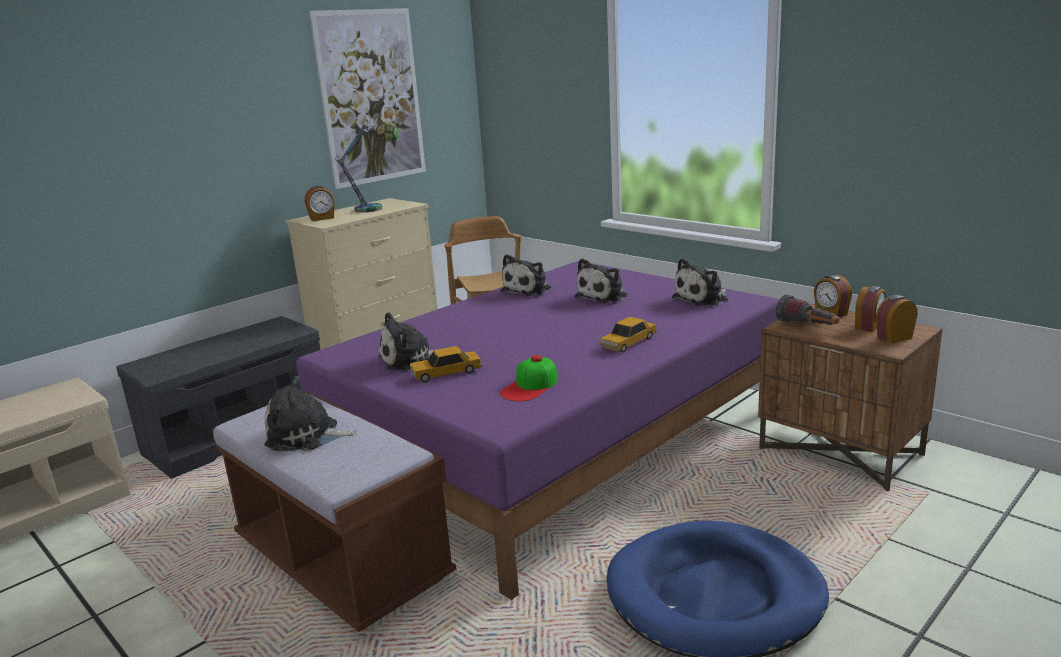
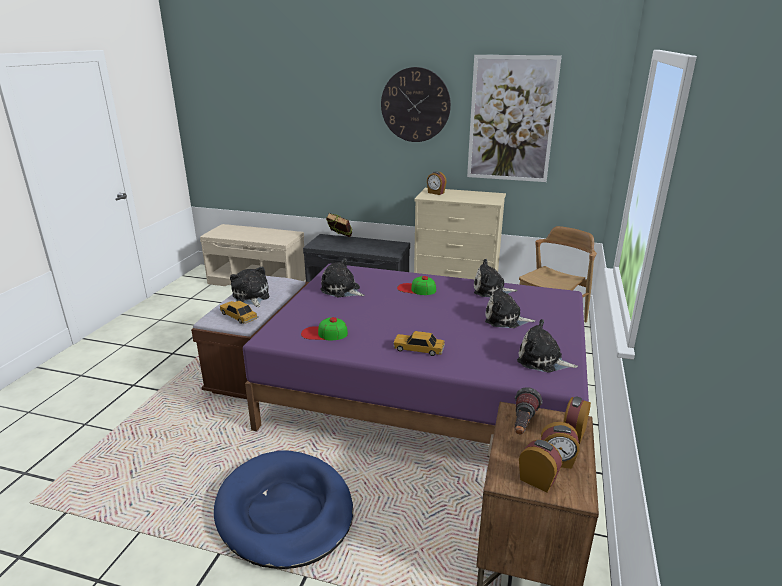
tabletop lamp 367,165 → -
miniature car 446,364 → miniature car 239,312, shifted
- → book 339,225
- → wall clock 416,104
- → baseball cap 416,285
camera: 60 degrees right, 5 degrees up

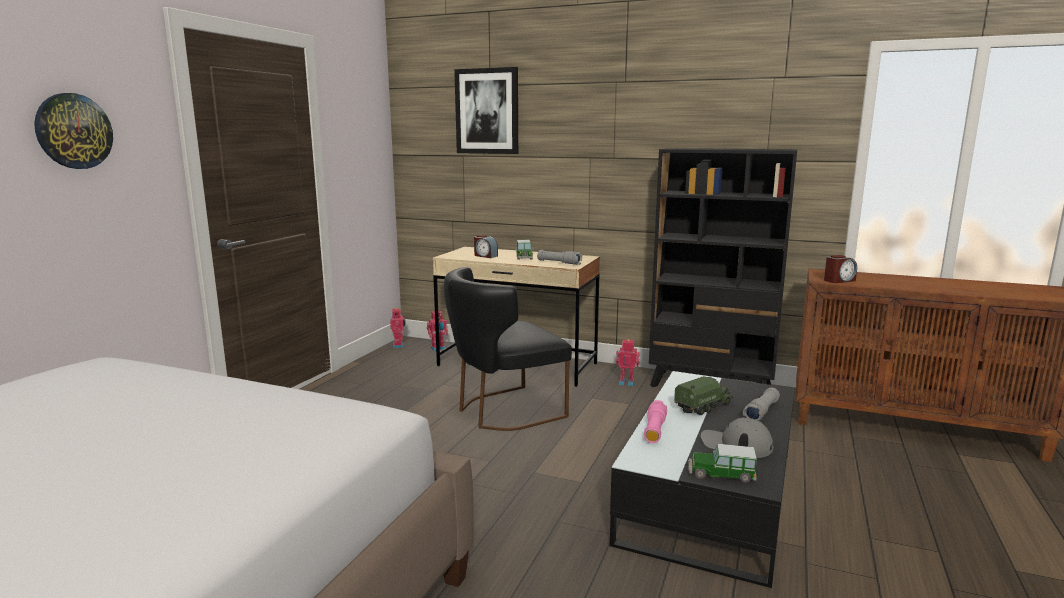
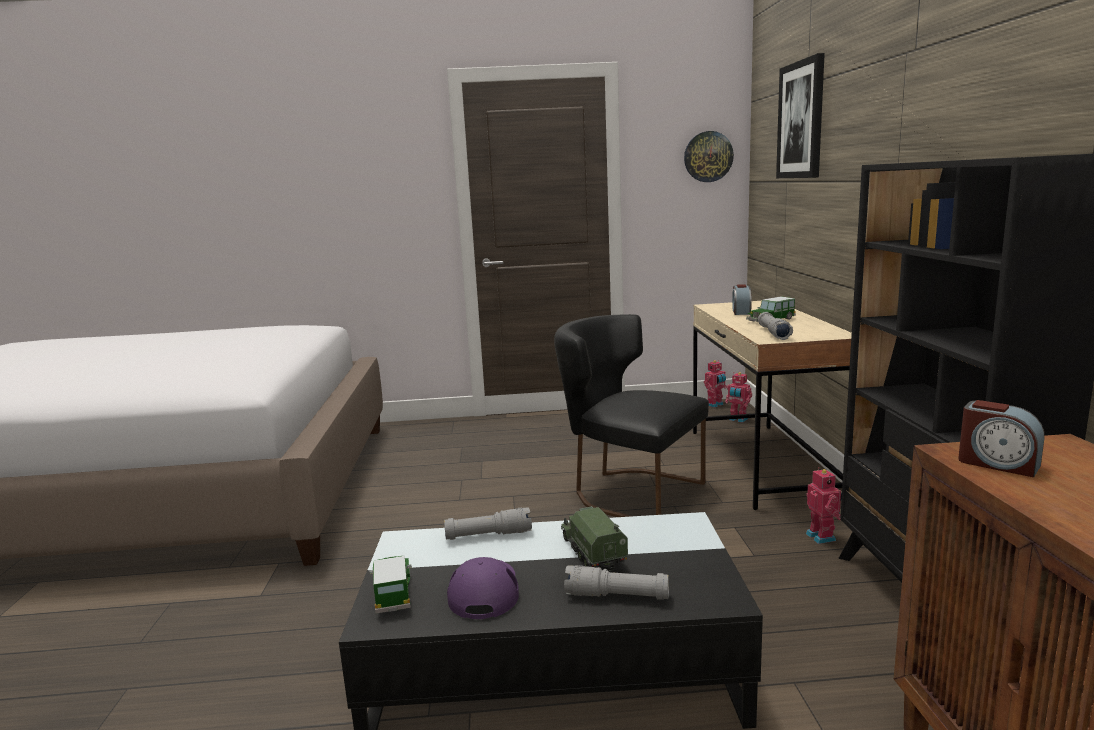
wall clock 73,131 → wall clock 709,156, shifted
hand torch/pinkish 655,421 → hand torch/gray 488,523
model truck 703,395 → model truck 595,539, 135 degrees counterclockwise
baseball cap/gray 737,438 → baseball cap/purple 483,588
camera: 65 degrees right, 0 degrees up

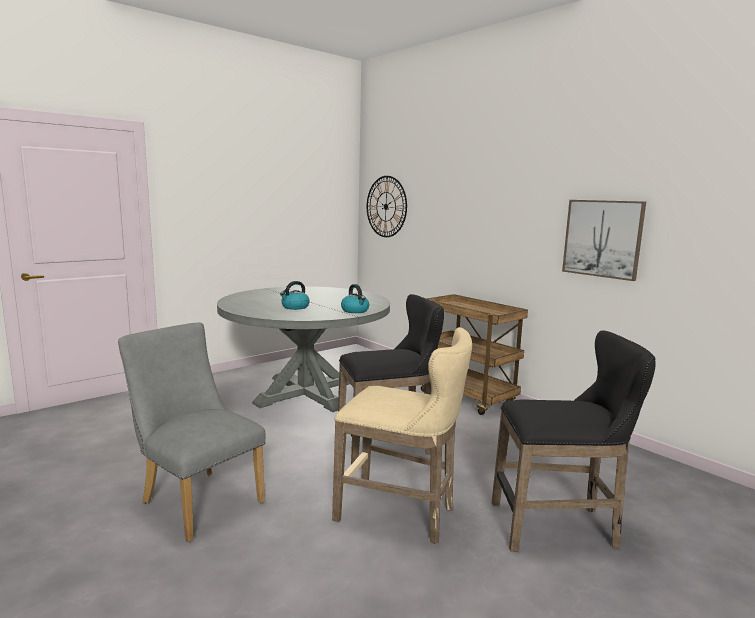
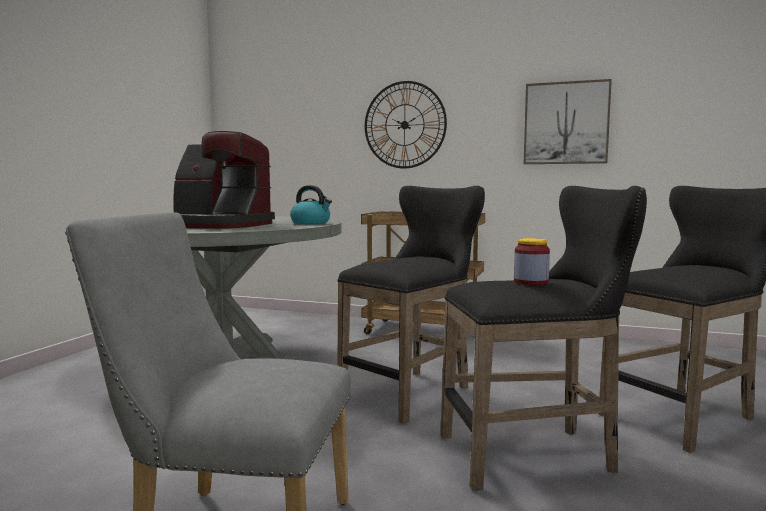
tea kettle 295,295 → coffee brewer 224,180
stool/sand-coloured 402,435 → stool/blackish 543,338
wall clock 387,206 → wall clock 406,125, shifted
- → preserve jar 532,261
camera: 30 degrees left, 5 degrees down

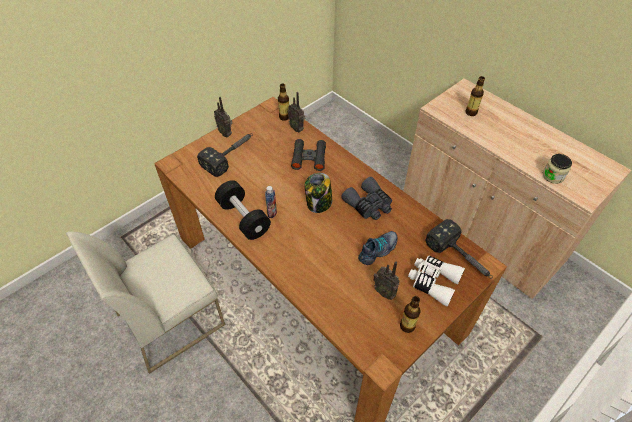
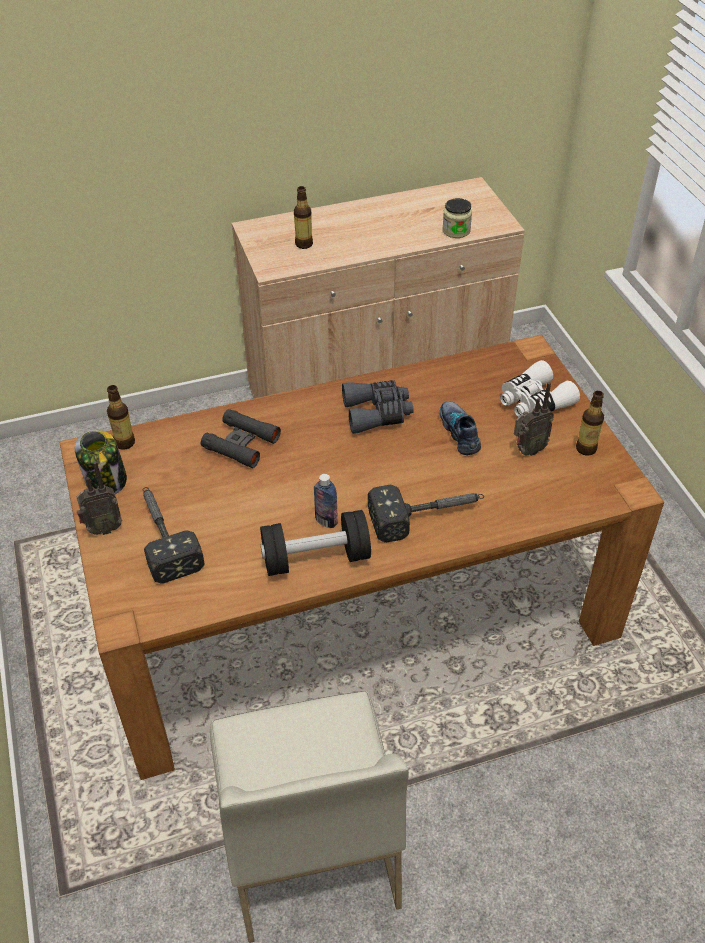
radio set 296,112 → -
preserve jar 318,193 → preserve jar 101,462, shifted
hand hammer 459,249 → hand hammer 426,514, shifted
camera: 65 degrees left, 5 degrees down

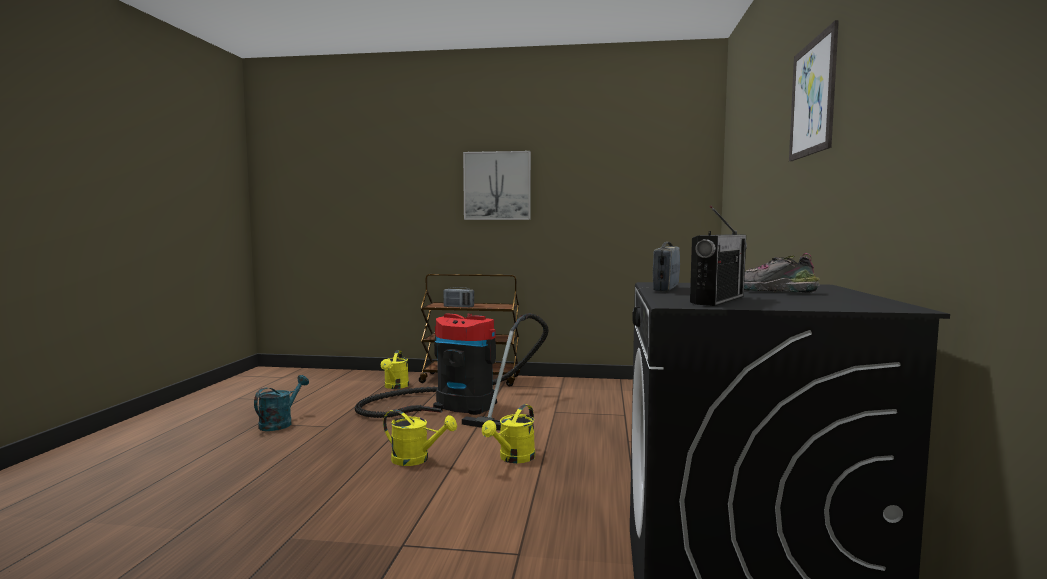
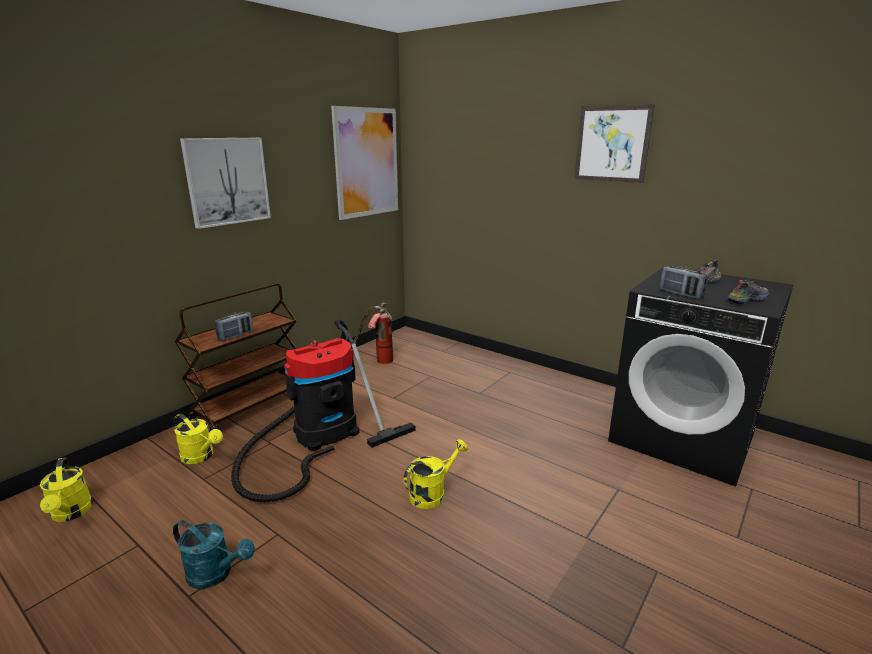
watering pot/turquoise 281,403 → watering pot/turquoise 214,554, 150 degrees clockwise
watering pot/yellowish 508,433 → watering pot/yellowish 66,489, shifted
radio set 718,256 → shoe 748,292
- → wall art 364,163
- → fire extinguisher 373,333
camera: 60 degrees left, 15 degrees up

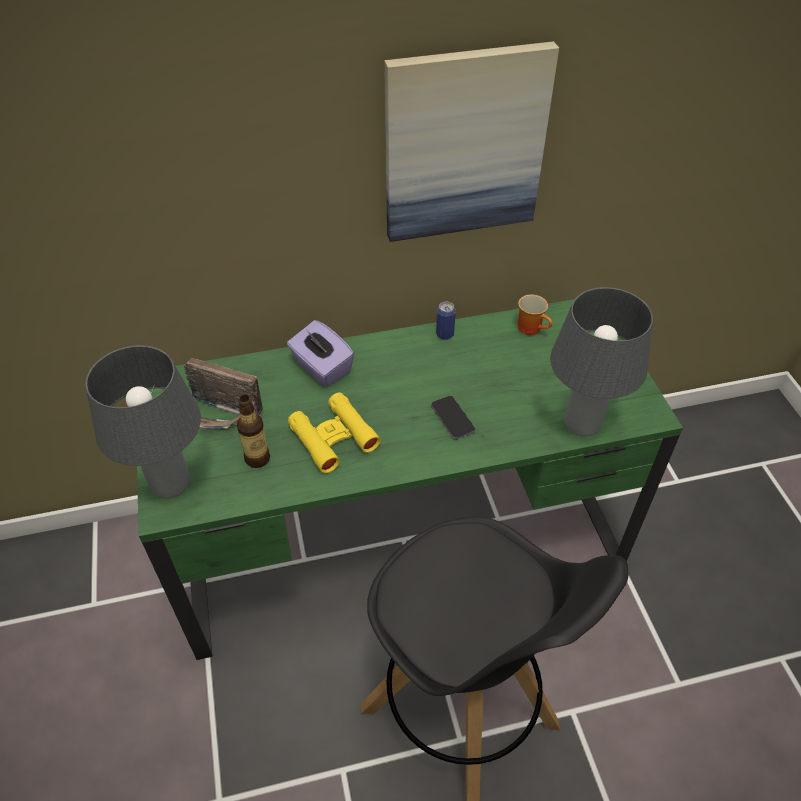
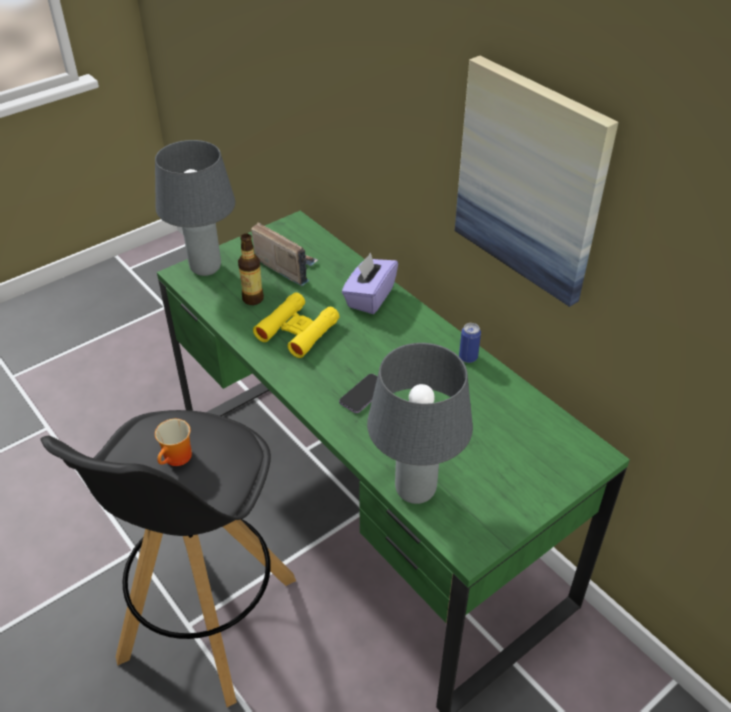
radio set 223,393 → radio set 284,254, 135 degrees clockwise
tea mug 534,314 → tea mug 173,442, shifted
camera: 65 degrees right, 5 degrees down

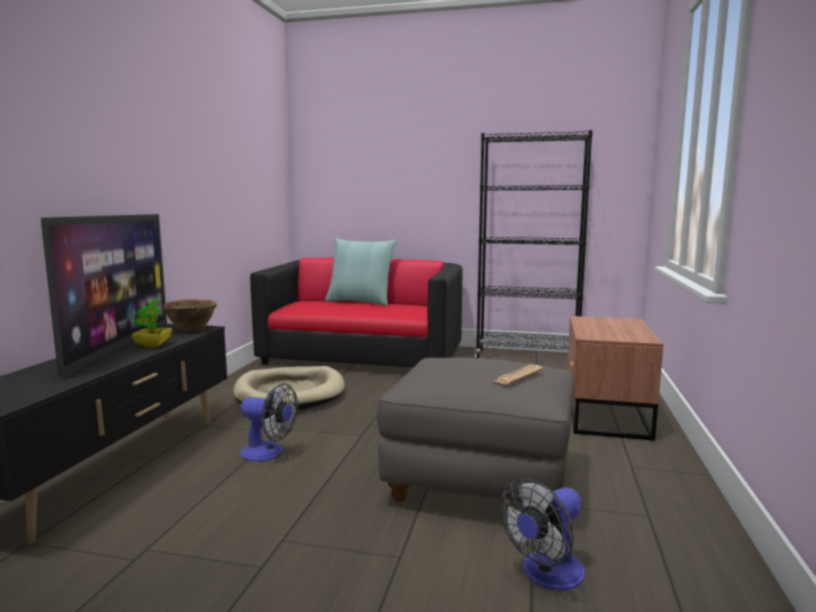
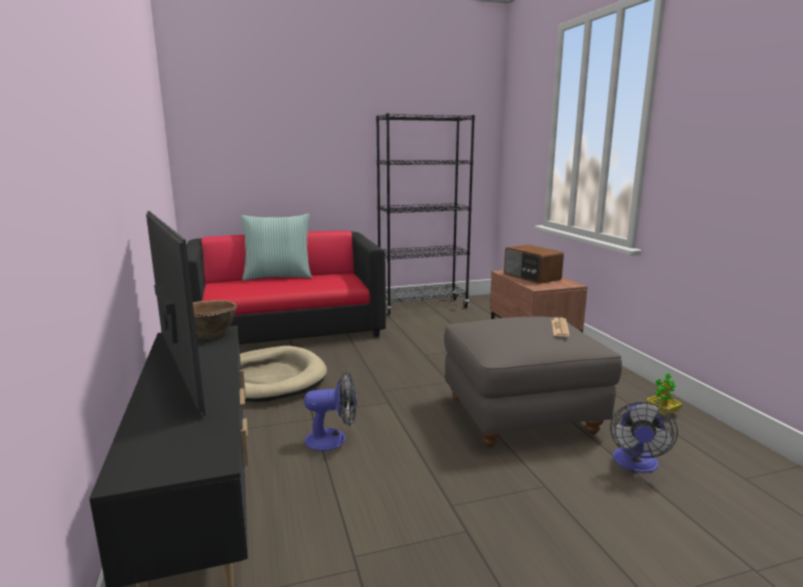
potted plant 152,322 → potted plant 664,394, shifted
- → radio set 534,264
camera: 30 degrees left, 5 degrees up

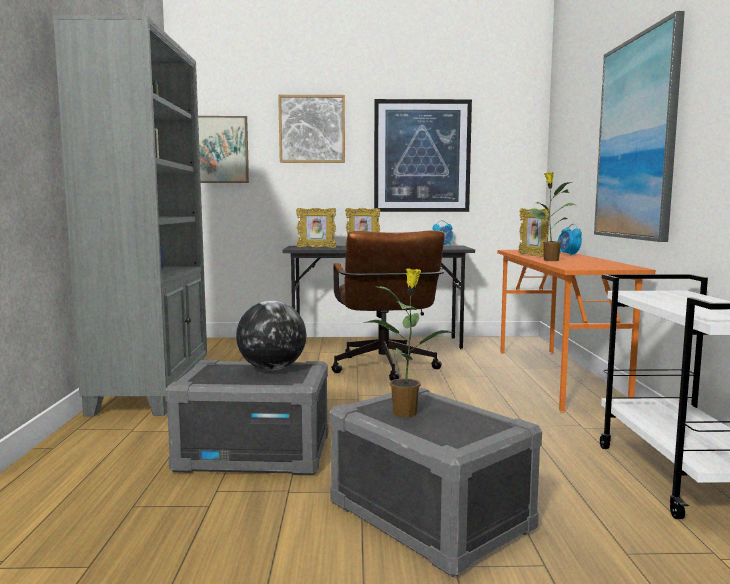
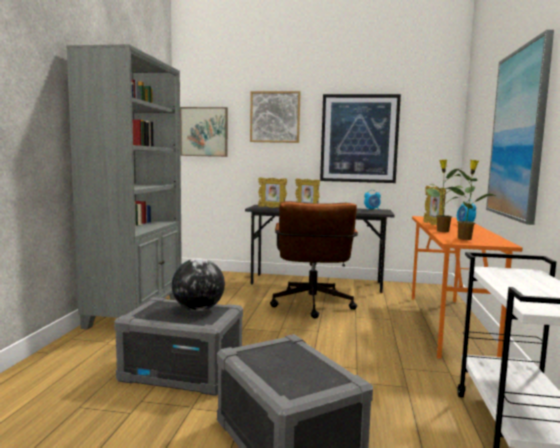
potted plant 410,342 → potted plant 470,200, shifted
camera: 10 degrees right, 0 degrees up

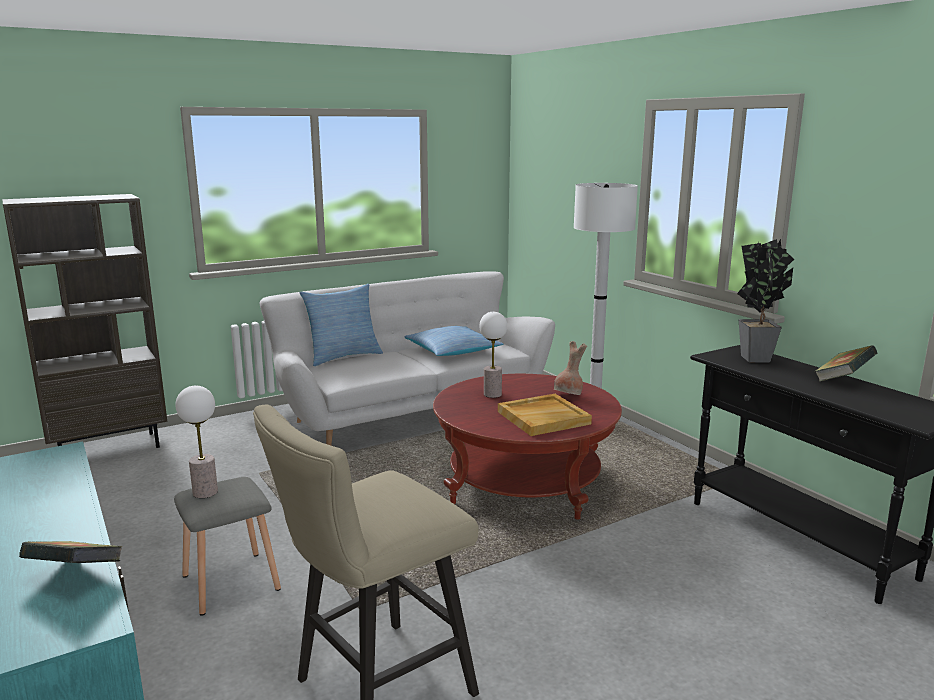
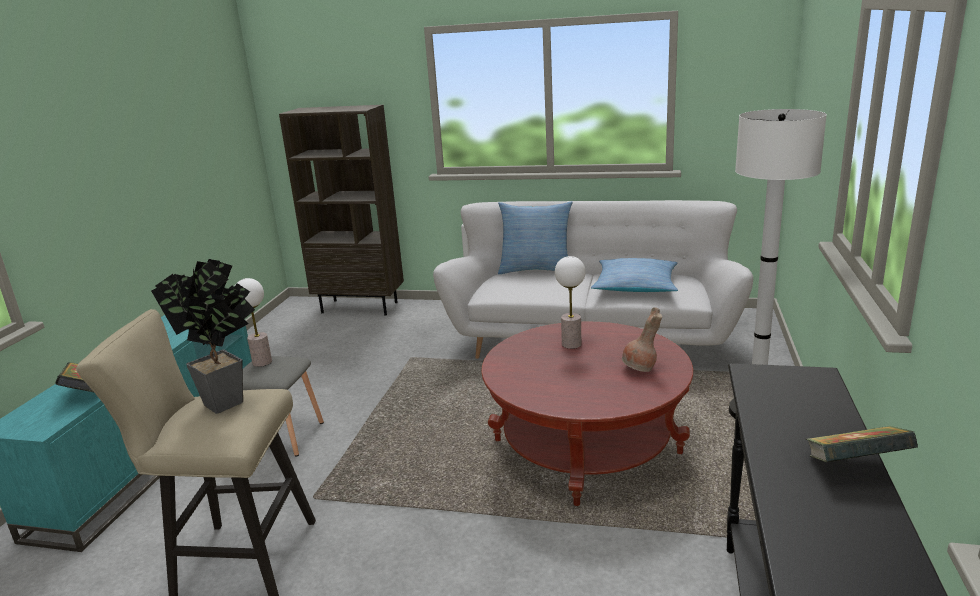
tray/sand-coloured 545,415 → -
potted plant 765,301 → potted plant 203,336, shifted
camera: 45 degrees right, 5 degrees up

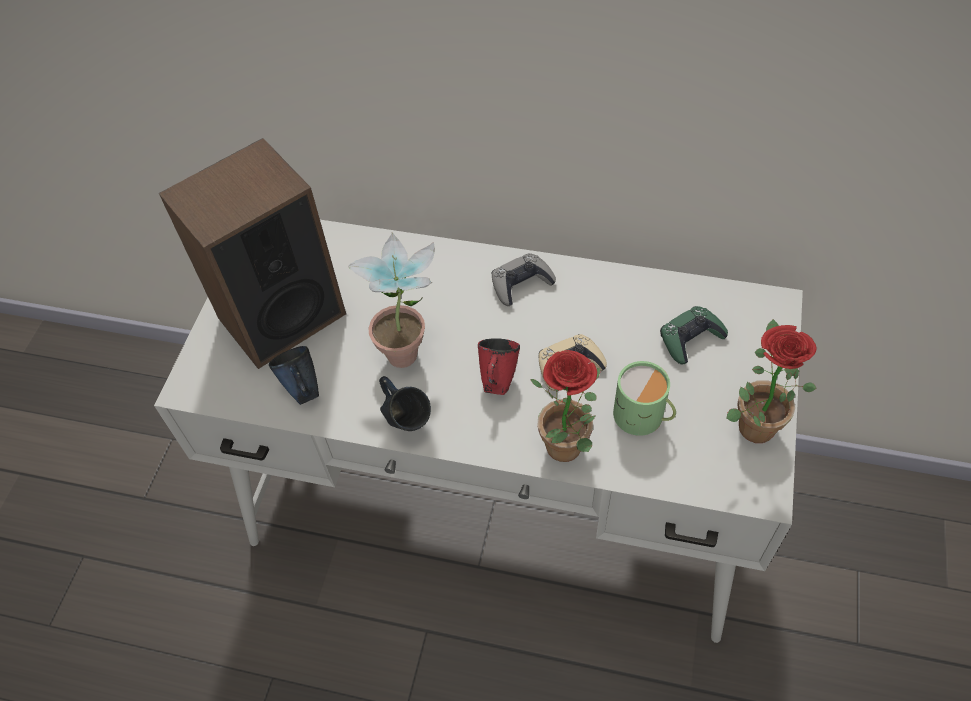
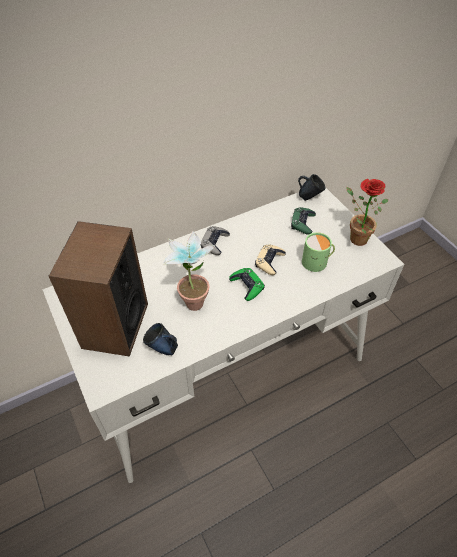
tea mug/blue-coloured 405,403 → tea mug/blue-coloured 311,187, shifted
tea mug/red-coloured 499,366 → joypad/green-coloured 247,284
potted plant 565,406 → -
camera: 45 degrees left, 5 degrees down

